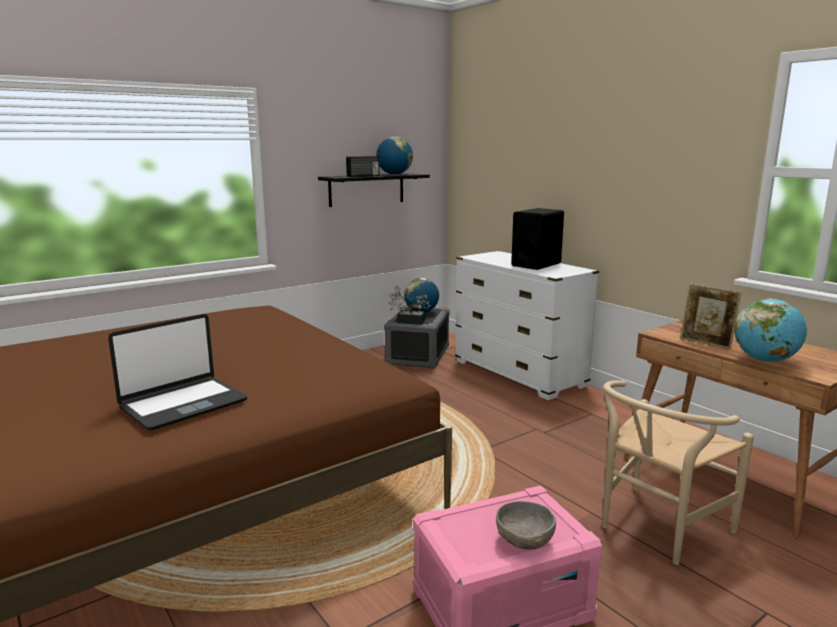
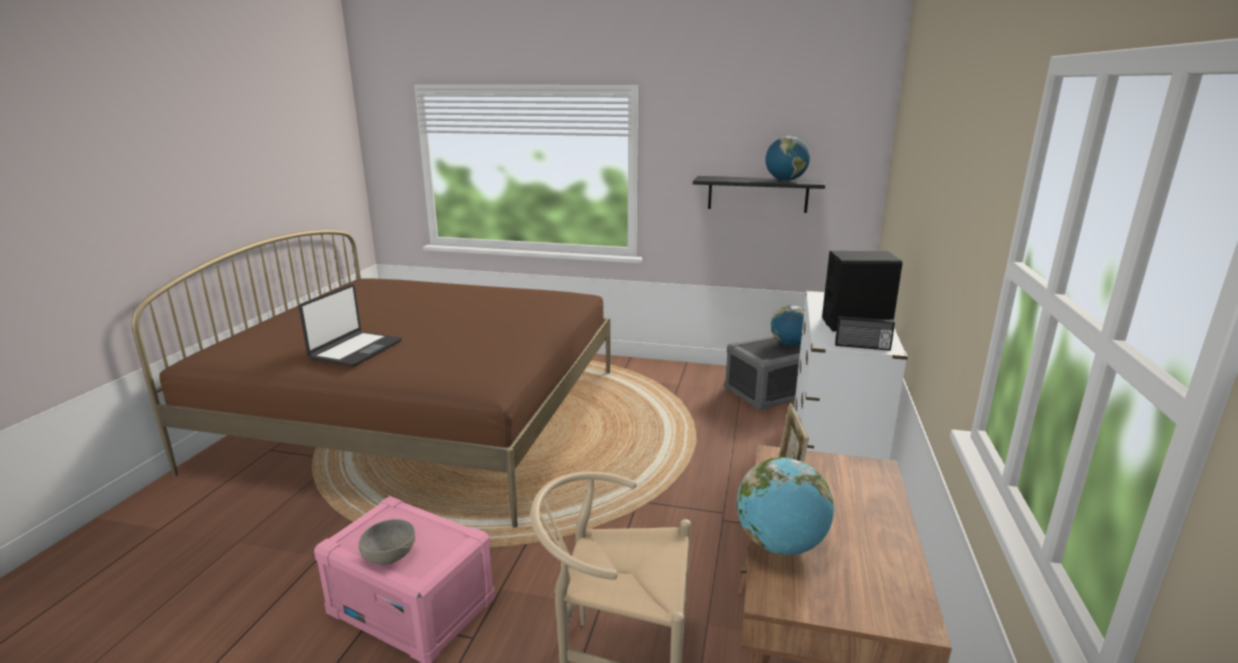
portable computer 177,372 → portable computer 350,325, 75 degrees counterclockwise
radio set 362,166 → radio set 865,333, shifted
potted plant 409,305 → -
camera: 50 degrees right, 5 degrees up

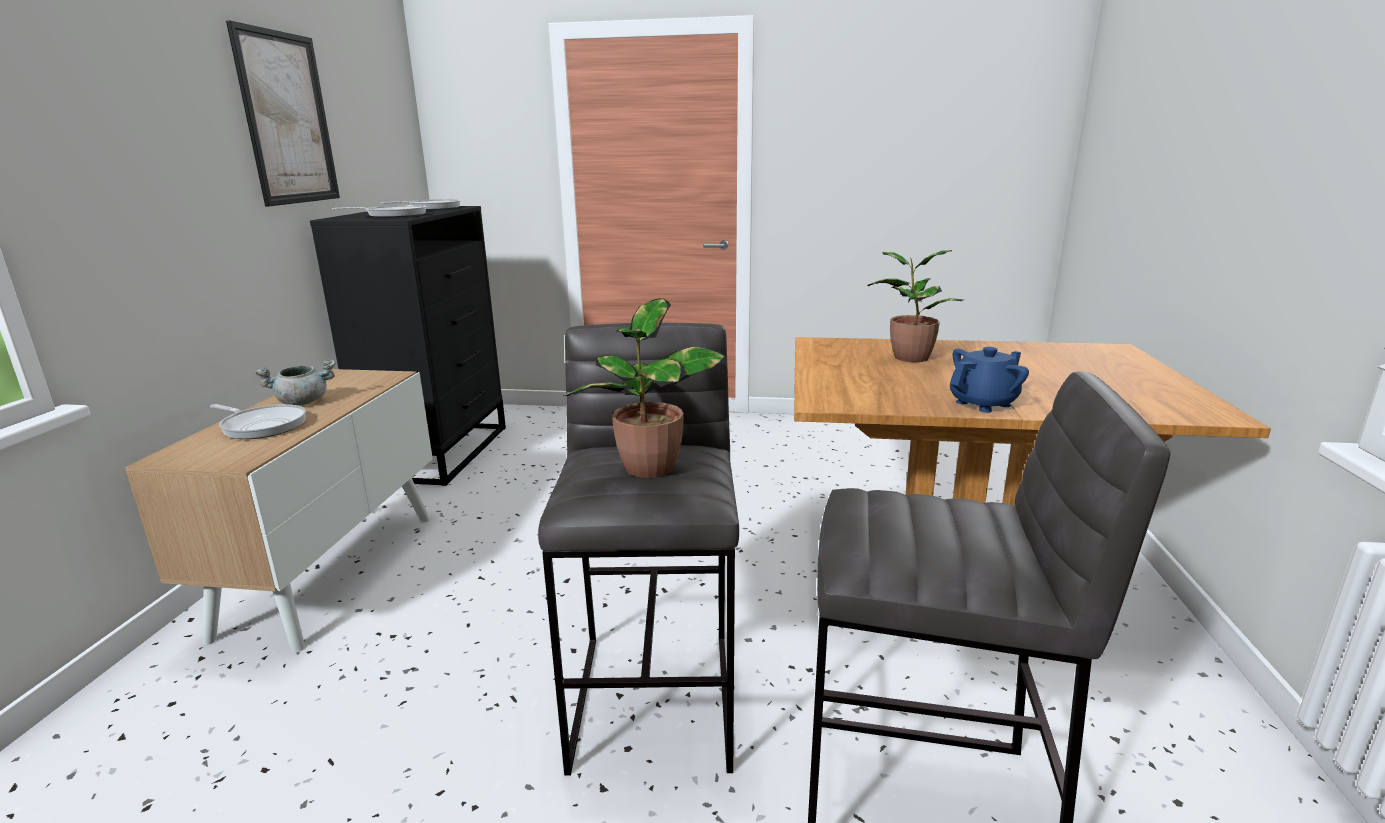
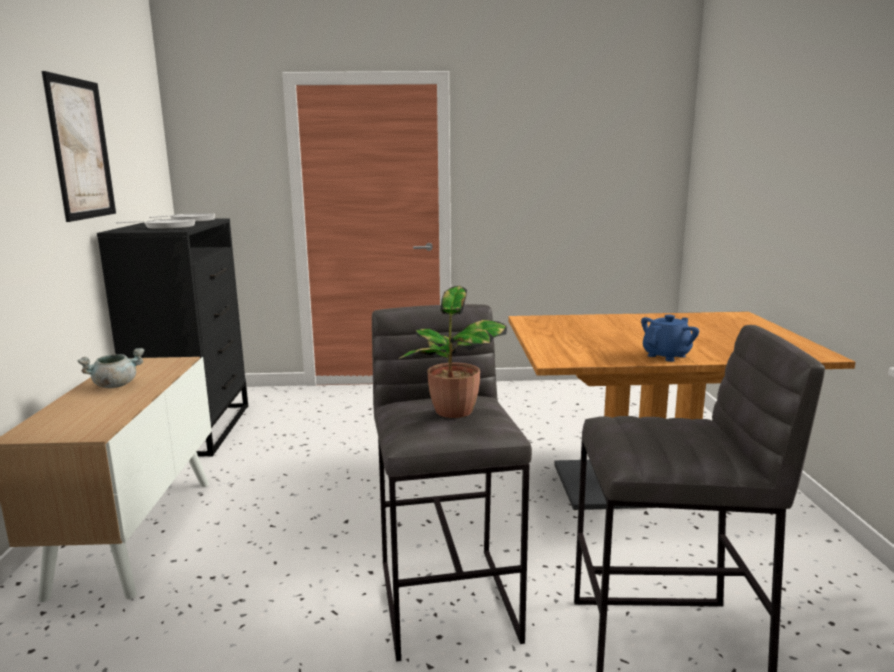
frying pan 258,421 → -
potted plant 916,306 → -
camera: 10 degrees left, 5 degrees down

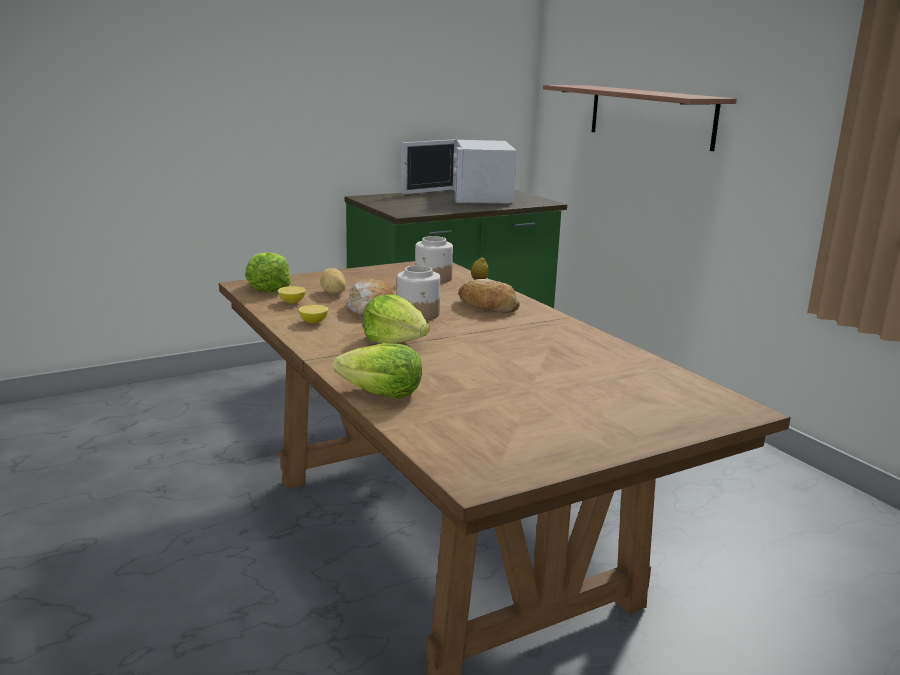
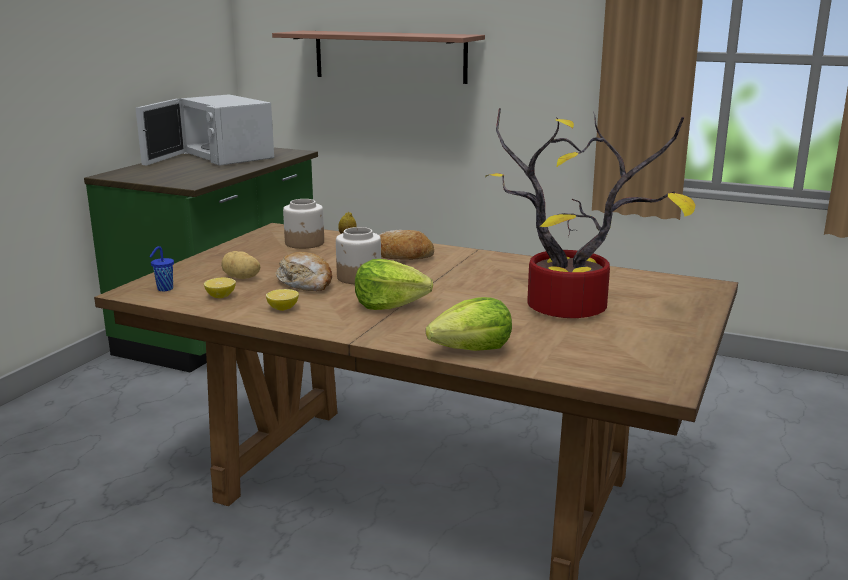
lettuce head 268,272 → cup/blue-coloured 161,268
- → potted plant 590,213
camera: 35 degrees left, 0 degrees up

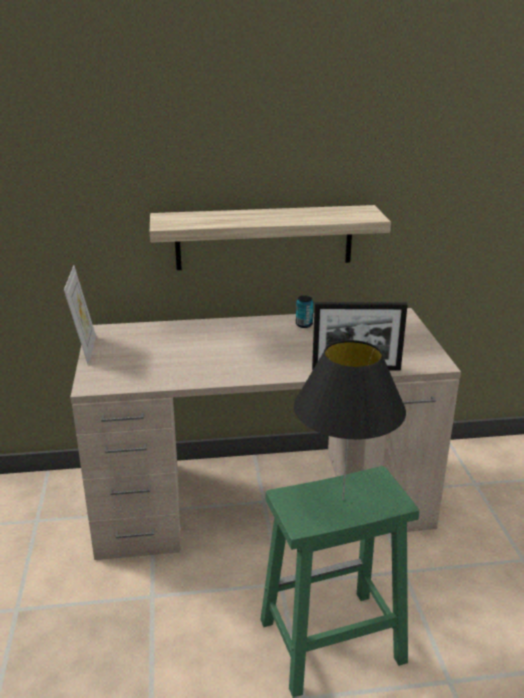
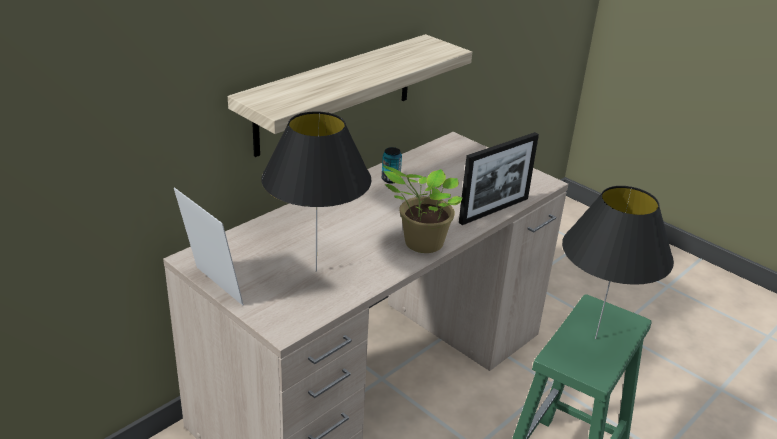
- → tabletop lamp/blackish 316,191
- → potted plant 422,209
camera: 40 degrees left, 5 degrees up

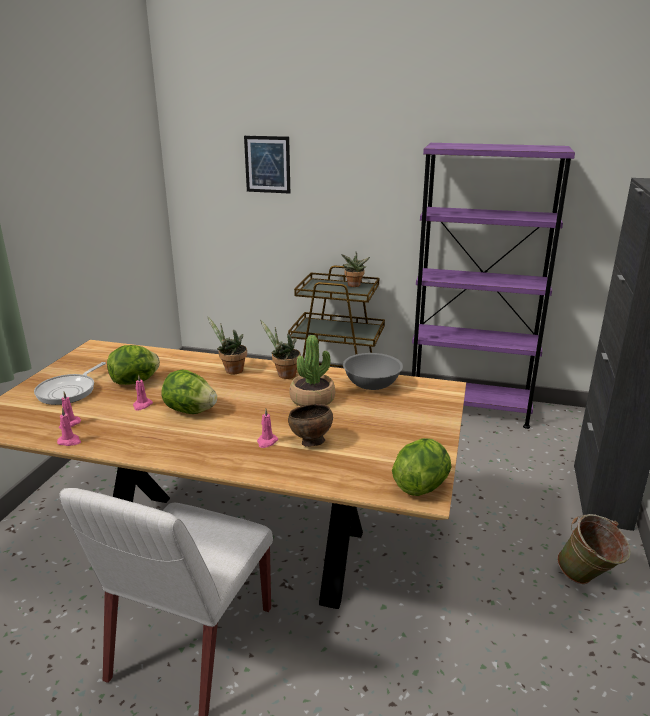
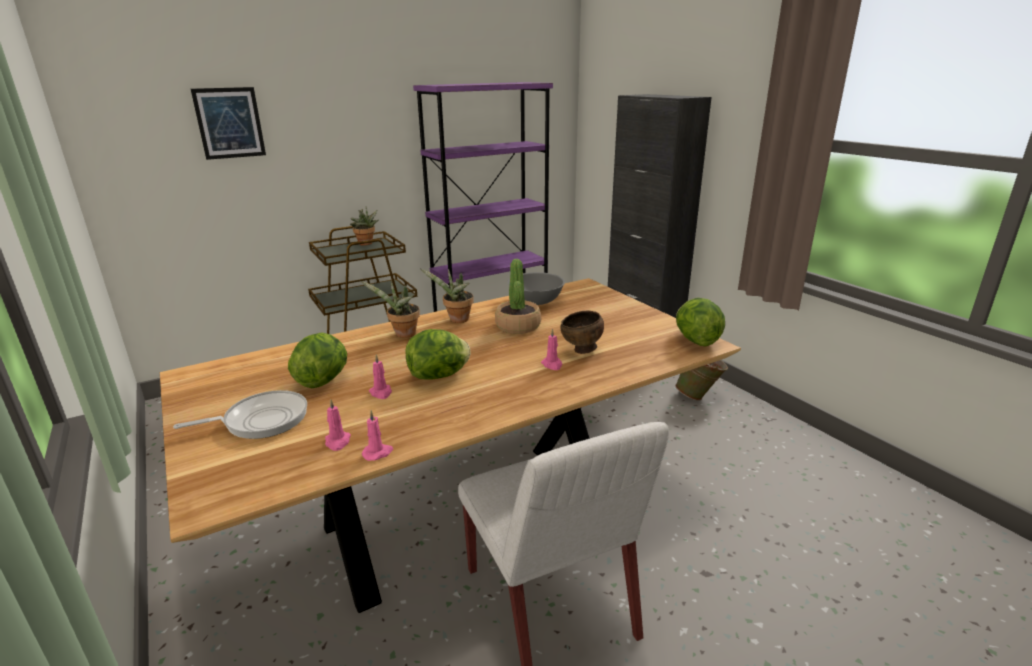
frying pan 70,383 → frying pan 240,414, 90 degrees counterclockwise
camera: 45 degrees left, 0 degrees up

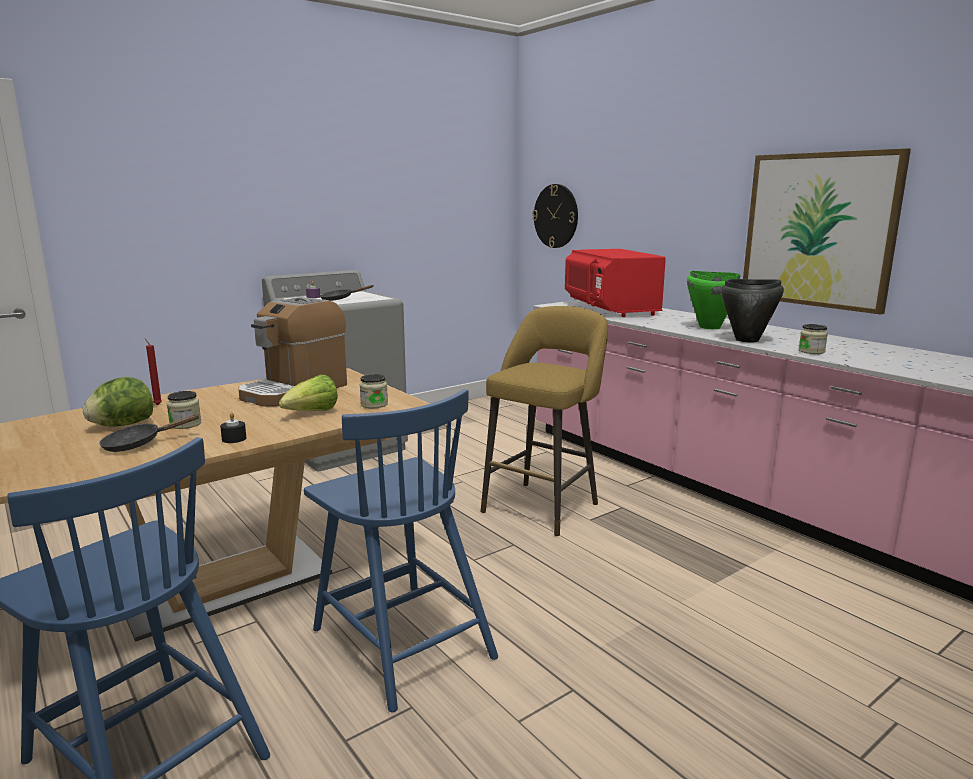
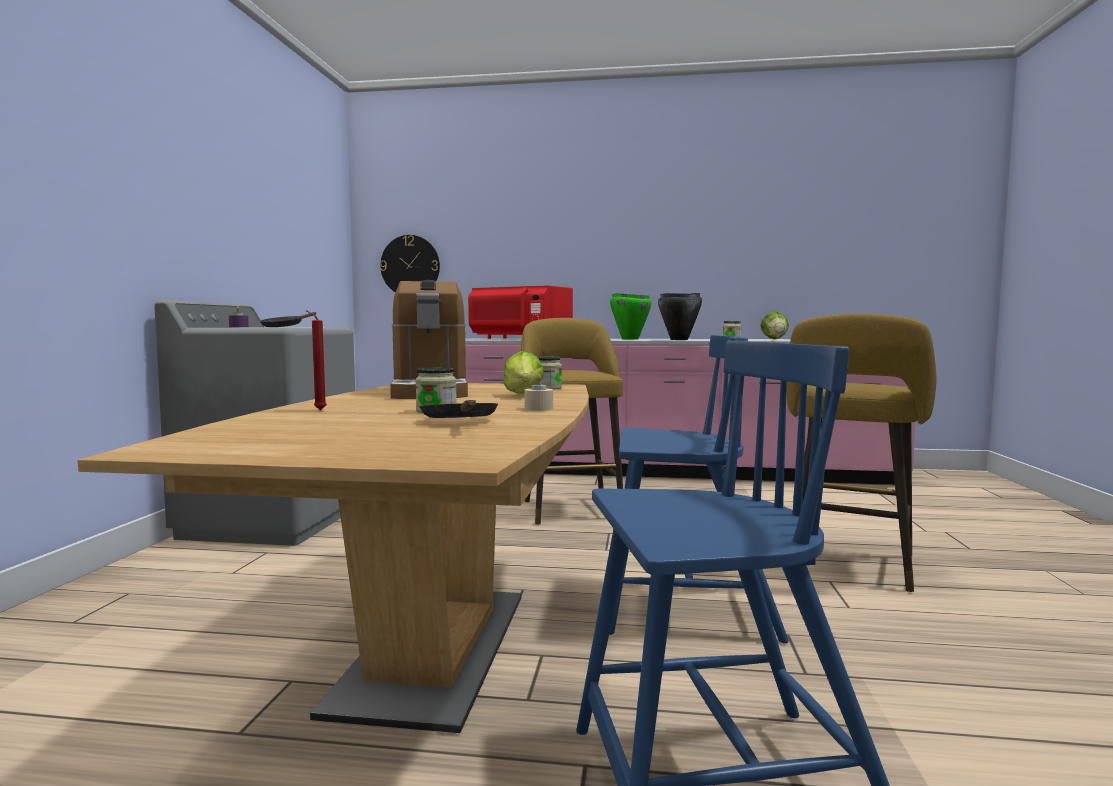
lettuce head 118,402 → lettuce head 775,325, shifted
frying pan/blackish 149,433 → frying pan/blackish 459,409, 150 degrees clockwise
candle/blackish 233,428 → candle/sand-coloured 539,392
wall art 827,231 → -
- → stool/yellowish 861,452
camera: 45 degrees left, 10 degrees down

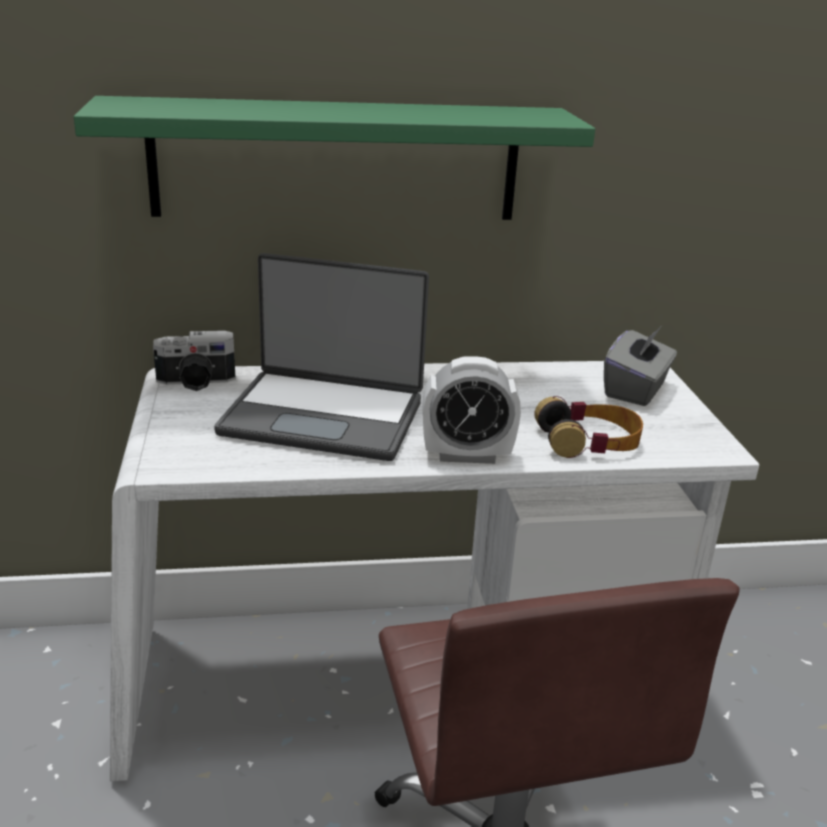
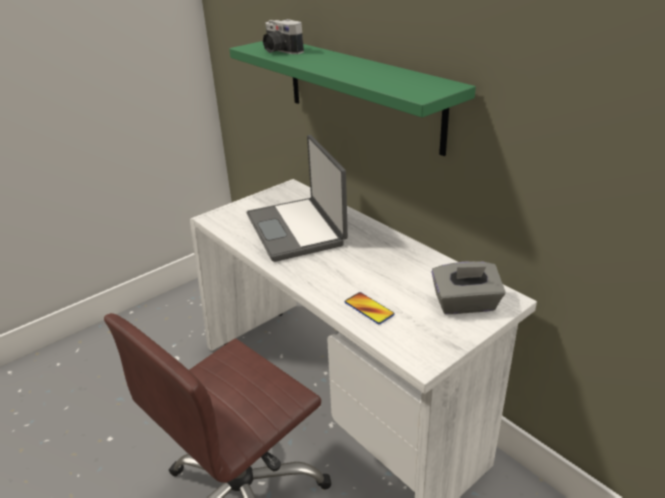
photo camera 194,360 → photo camera 283,36, shifted
bedside clock 472,410 → -
pair of headphones 588,427 → handset 370,308
camera: 60 degrees right, 5 degrees up

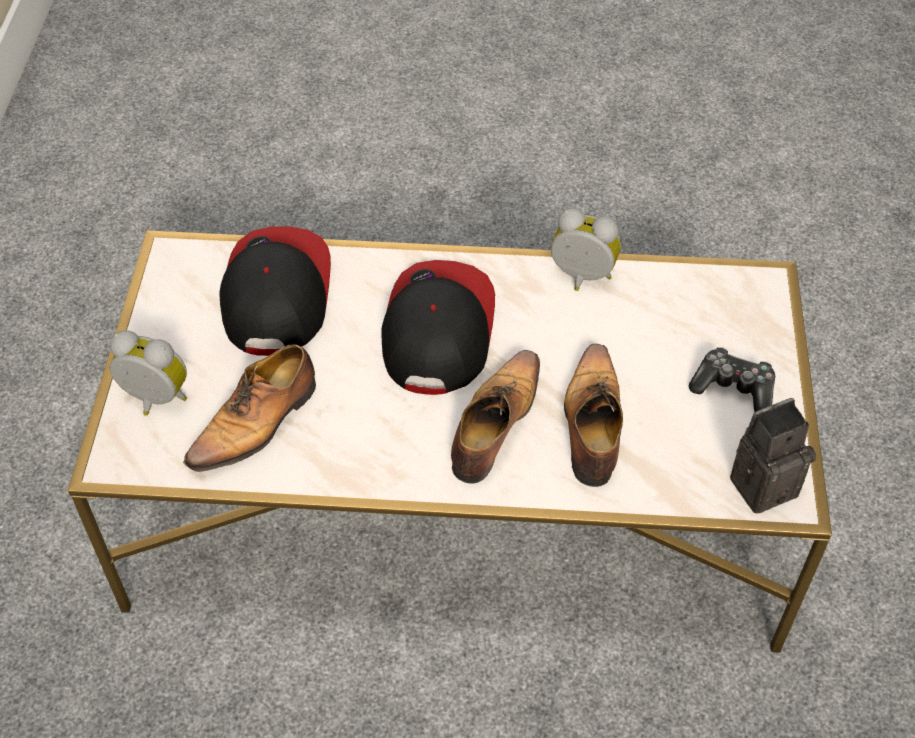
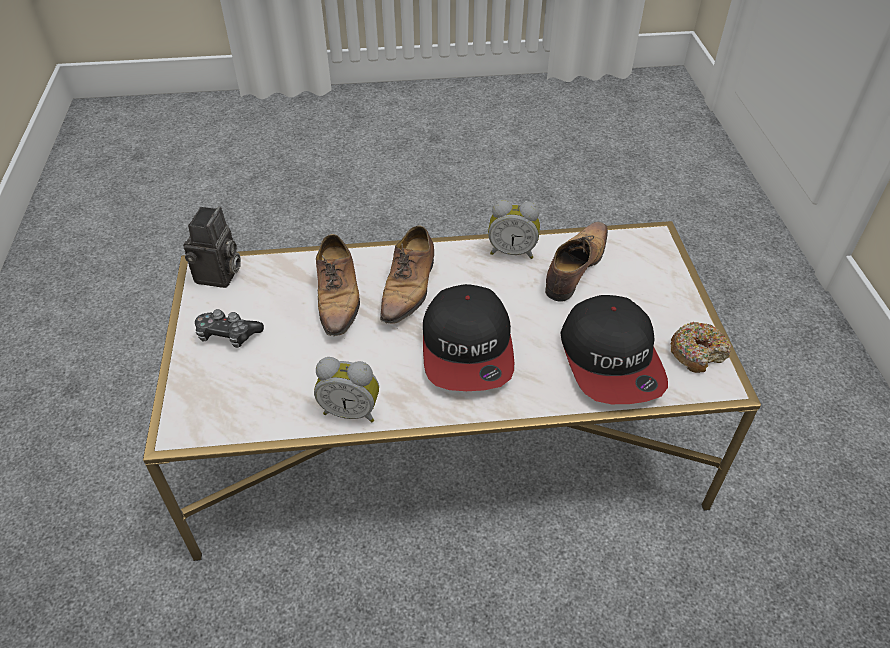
bedside clock 148,373 → bedside clock 514,229, shifted
photo camera 773,456 → photo camera 212,247, 45 degrees counterclockwise
- → ring doughnut 701,347
camera: 170 degrees right, 5 degrees down

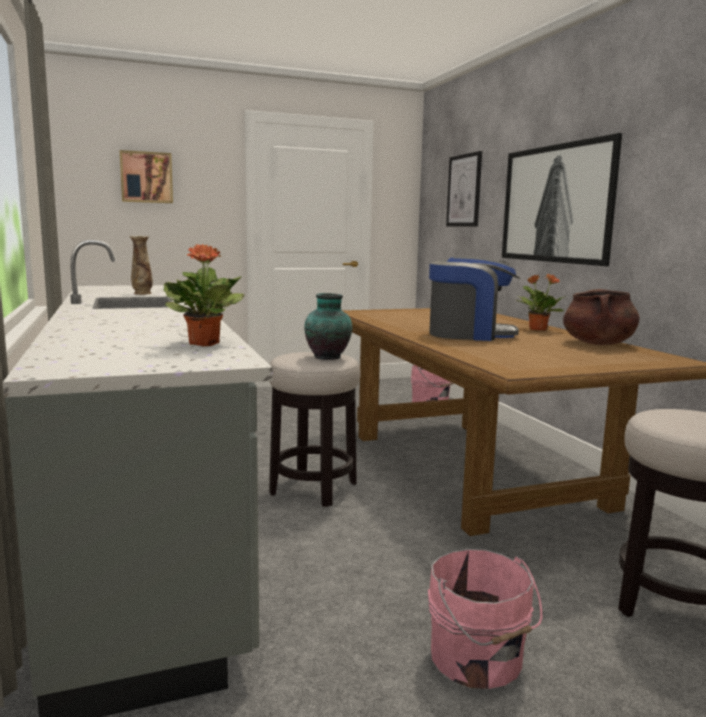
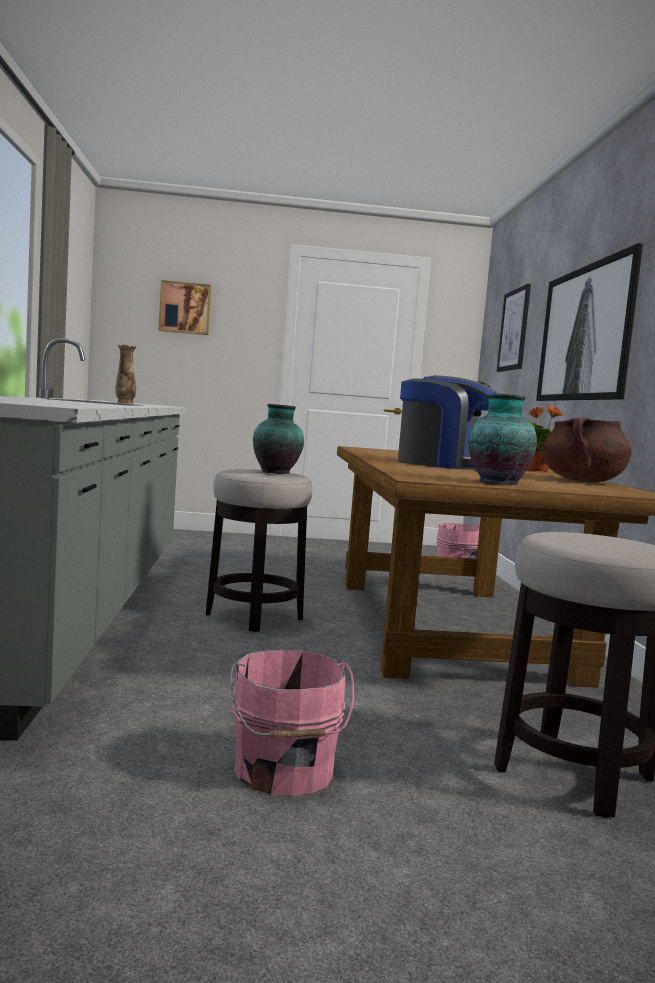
potted plant 203,295 → -
- → flower vase 502,439
camera: 15 degrees right, 5 degrees down

